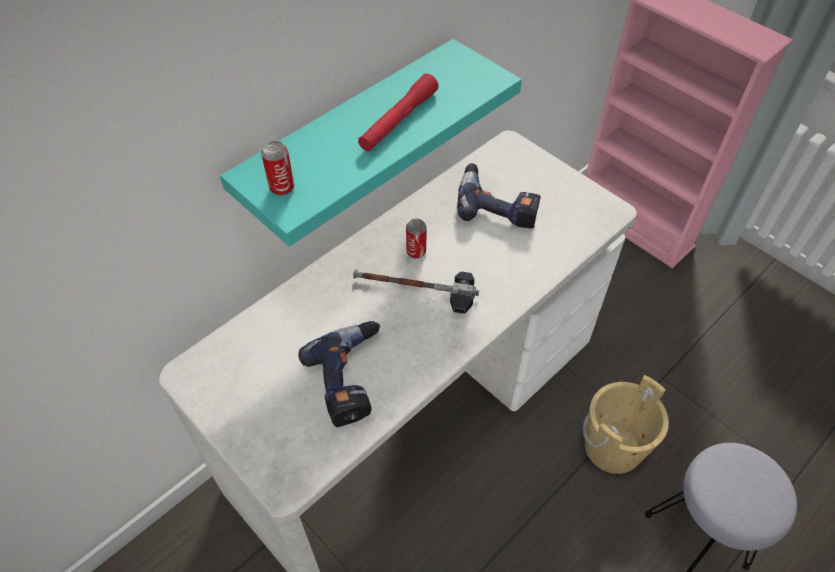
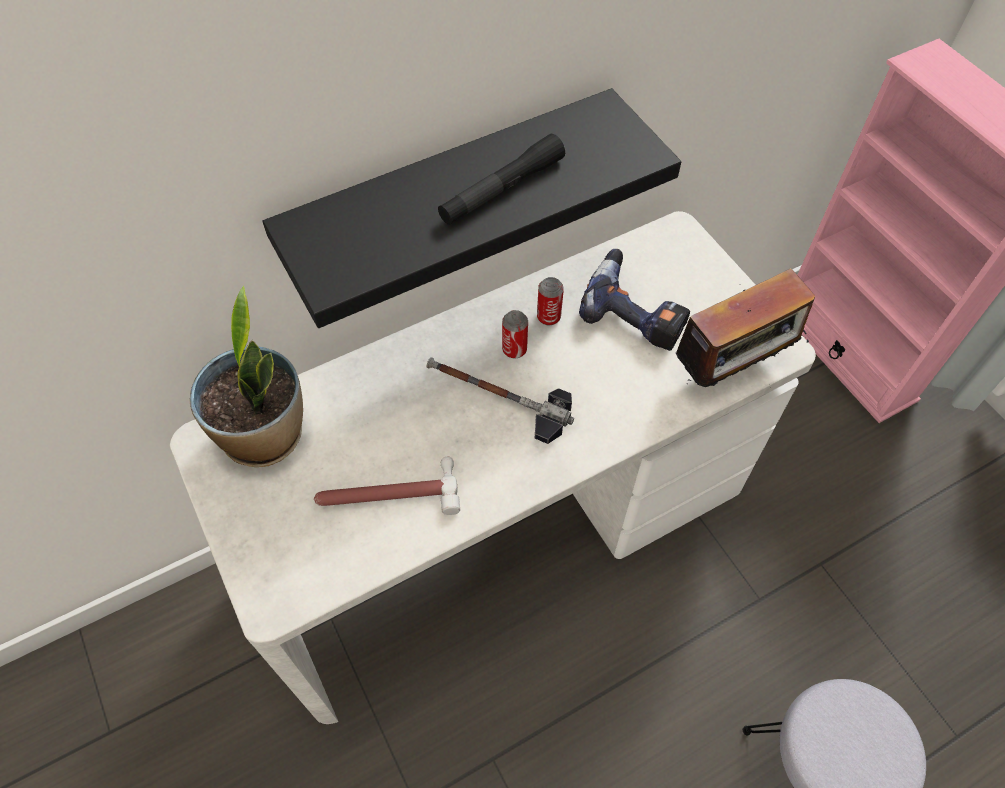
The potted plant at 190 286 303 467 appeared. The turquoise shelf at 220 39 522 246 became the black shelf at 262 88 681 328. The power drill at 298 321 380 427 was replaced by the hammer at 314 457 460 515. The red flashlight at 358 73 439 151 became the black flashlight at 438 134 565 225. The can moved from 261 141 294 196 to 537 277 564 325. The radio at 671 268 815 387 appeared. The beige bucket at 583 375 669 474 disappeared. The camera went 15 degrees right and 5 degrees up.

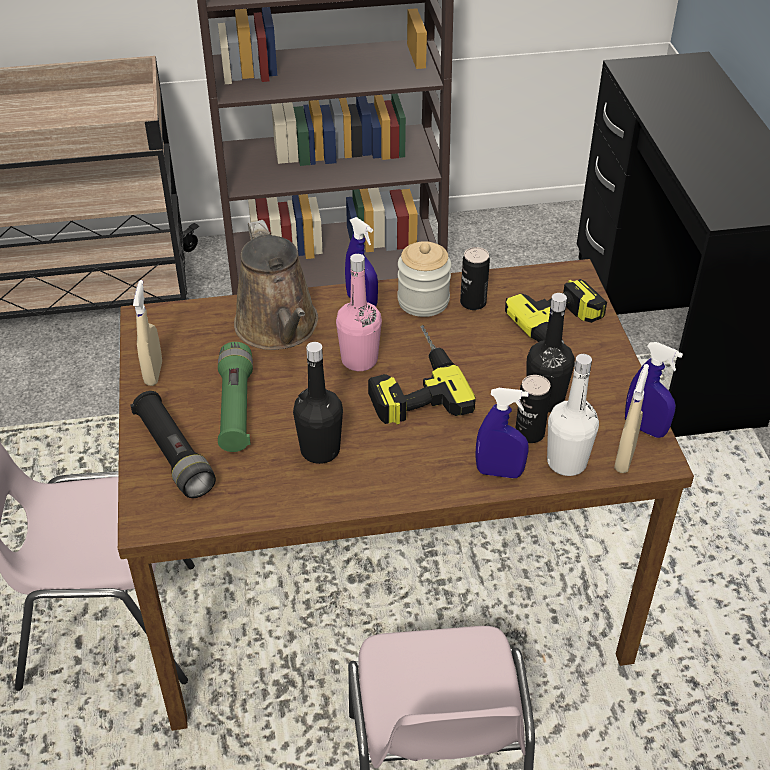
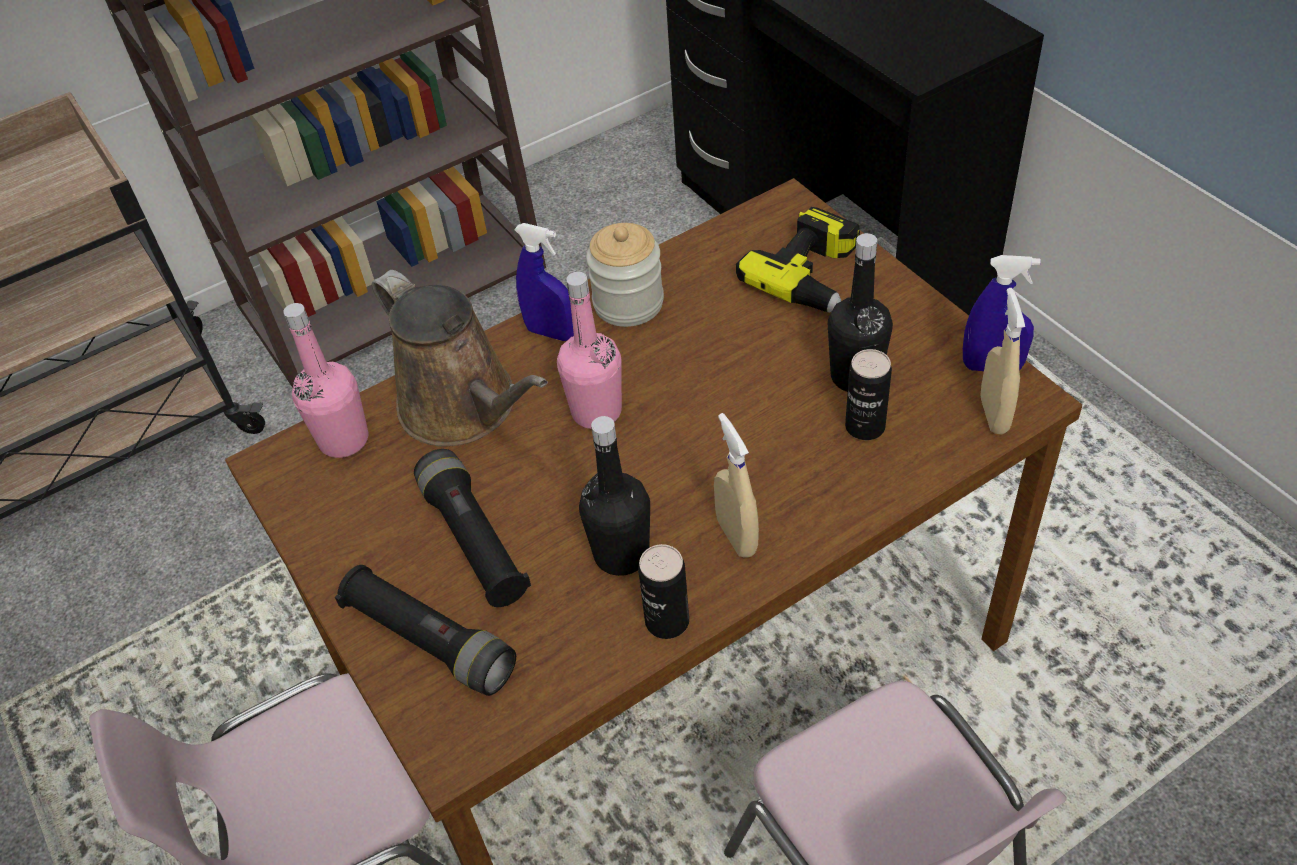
The pink bottle at 283 303 368 458 appeared. The green flashlight at 218 342 253 452 became the black flashlight at 414 449 531 607. The can moved from 460 247 490 310 to 638 544 689 639. The beige spray bottle moved from 133 280 162 386 to 714 413 759 558. The power drill at 368 325 476 425 disappeared. The blue spray bottle at 475 388 529 478 disappeared. The white bottle at 547 354 599 476 disappeared. The camera went 20 degrees left and 5 degrees up.

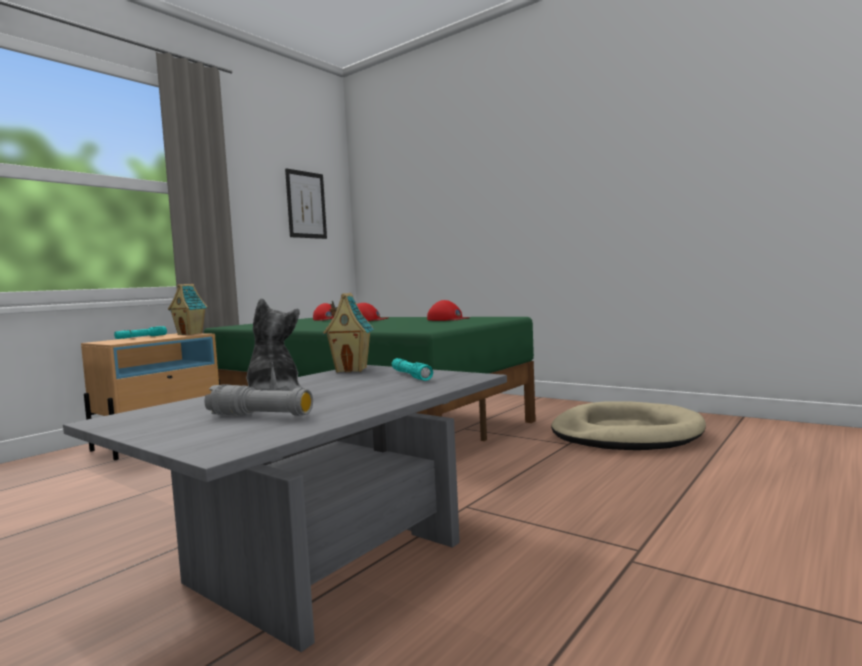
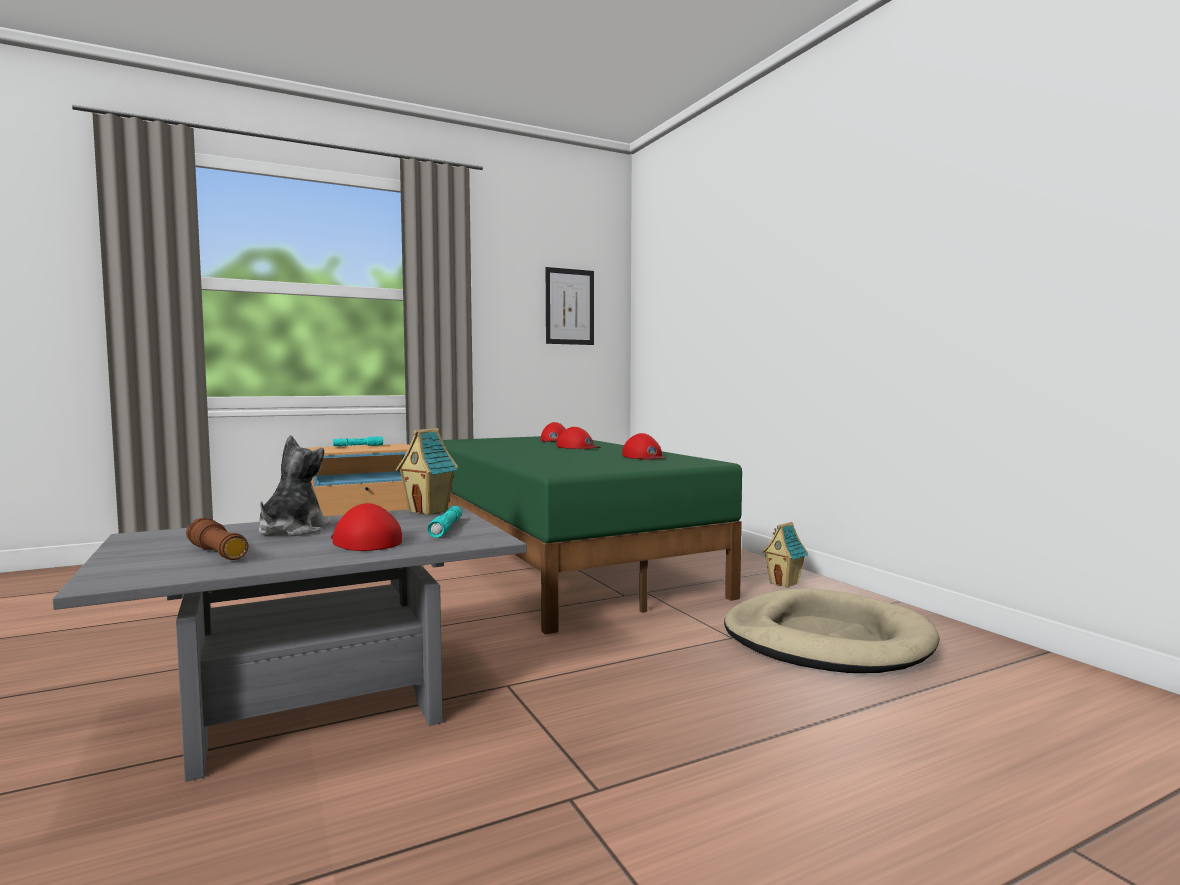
The grey flashlight at 205 384 313 416 became the brown flashlight at 186 518 248 560. The red cap at 331 503 402 551 appeared. The toy house moved from 168 284 207 335 to 762 522 808 588. The camera went 25 degrees right and 0 degrees up.

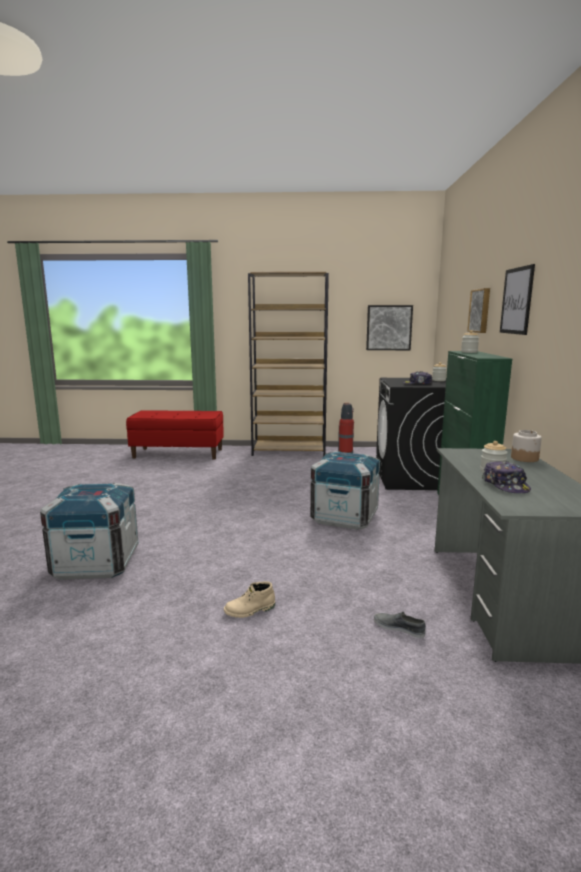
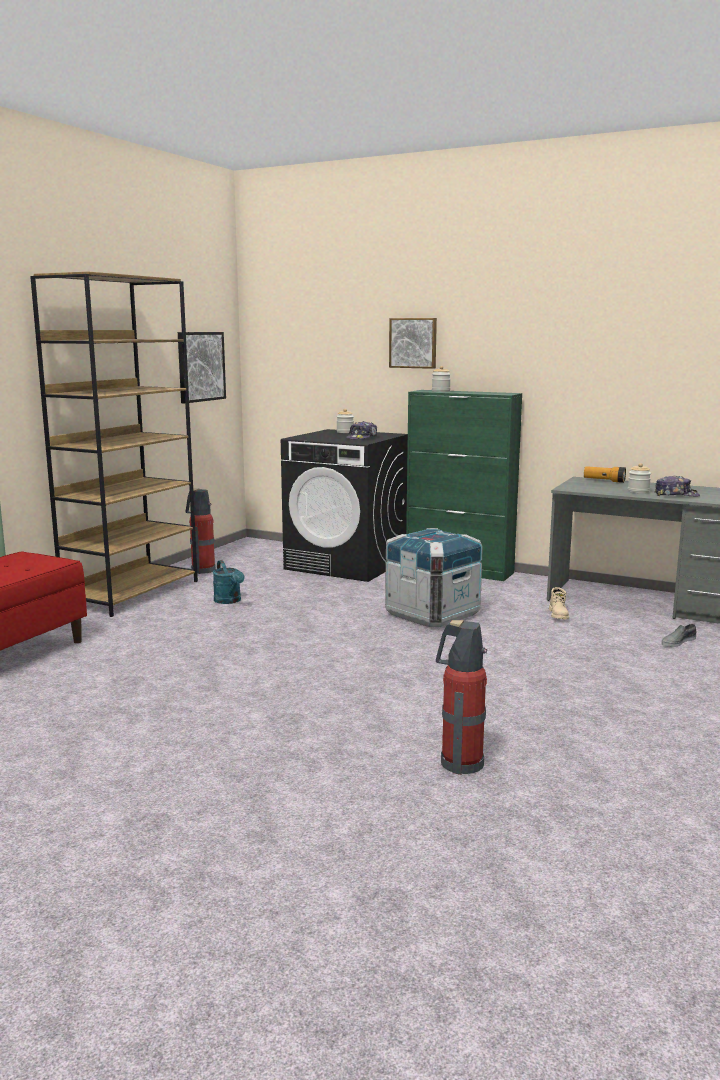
The turquoise watering can at 213 560 245 604 appeared. The crate at 40 483 139 580 was replaced by the fire extinguisher at 436 620 487 775. The beige boot moved from 224 581 275 618 to 549 587 569 620. The jar at 511 430 542 462 was replaced by the flashlight at 584 466 626 483. The picture at 500 264 535 335 disappeared. The camera went 65 degrees left and 0 degrees up.

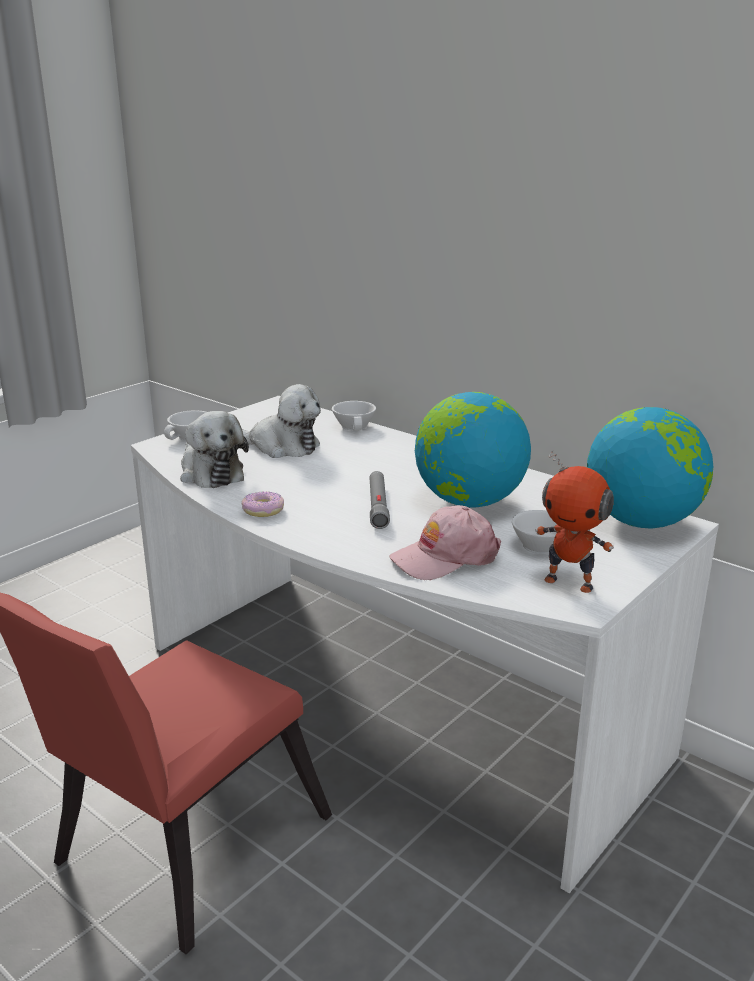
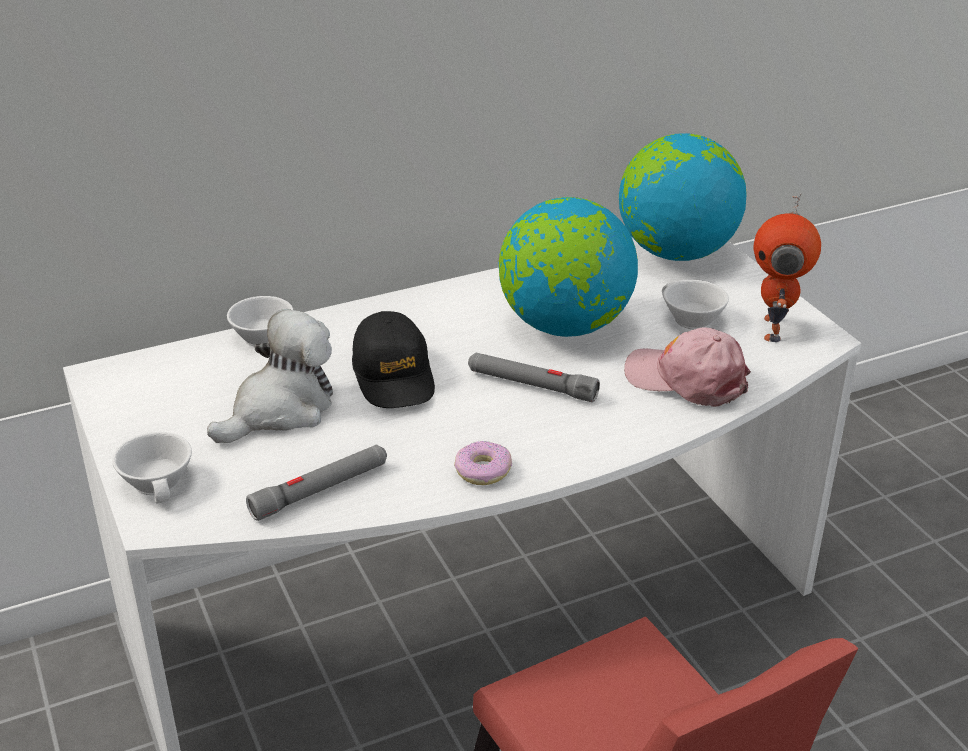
The plush toy at 180 411 249 488 was replaced by the grey flashlight at 246 445 387 521. The black cap at 352 311 435 408 appeared. The pink cap at 390 505 501 580 turned 120 degrees clockwise. The toy robot at 535 450 614 593 turned 135 degrees clockwise. The camera went 65 degrees left and 10 degrees up.

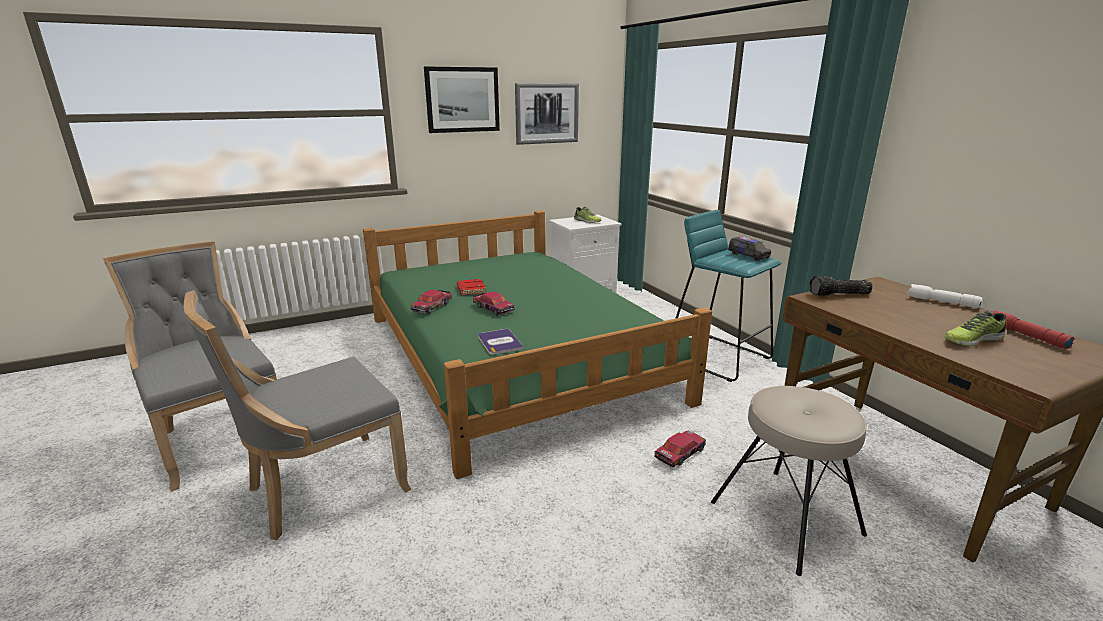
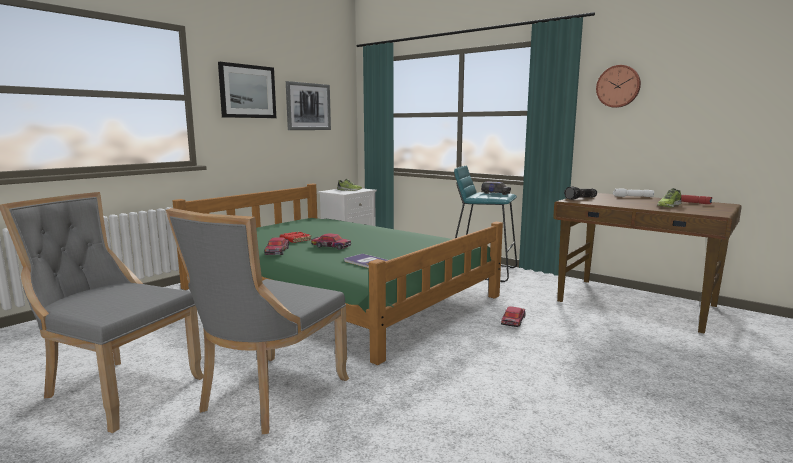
The wall clock at 596 65 641 108 appeared. The beige stool at 711 386 867 576 disappeared. The camera went 25 degrees left and 10 degrees down.

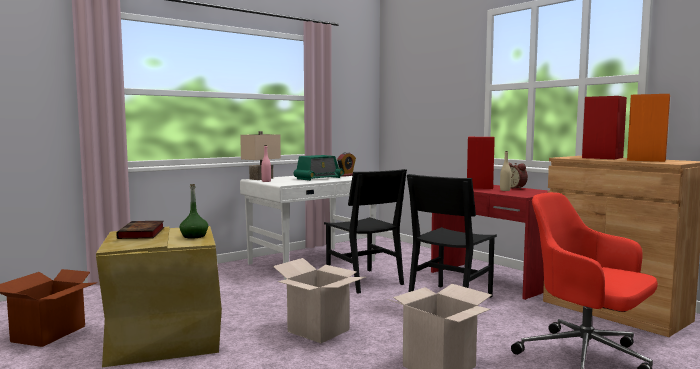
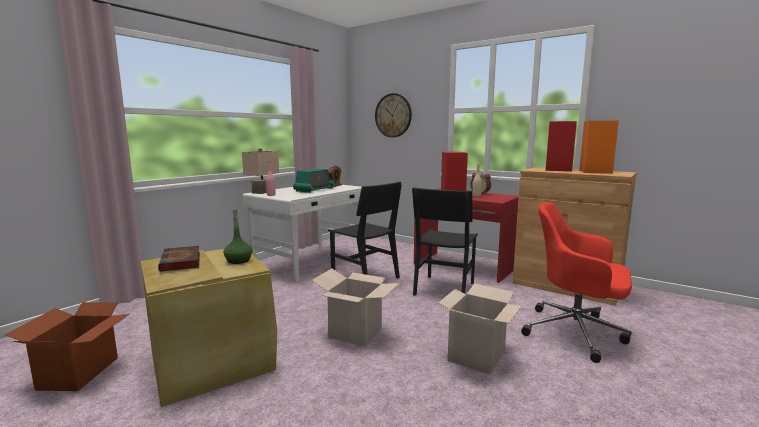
The wall clock at 375 93 412 137 appeared. The camera went 15 degrees left and 5 degrees up.

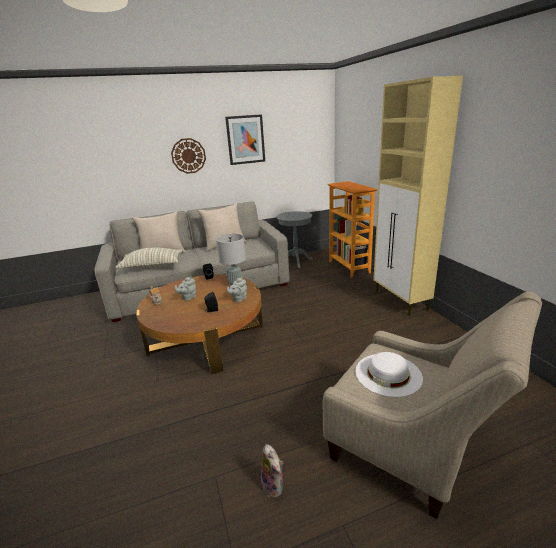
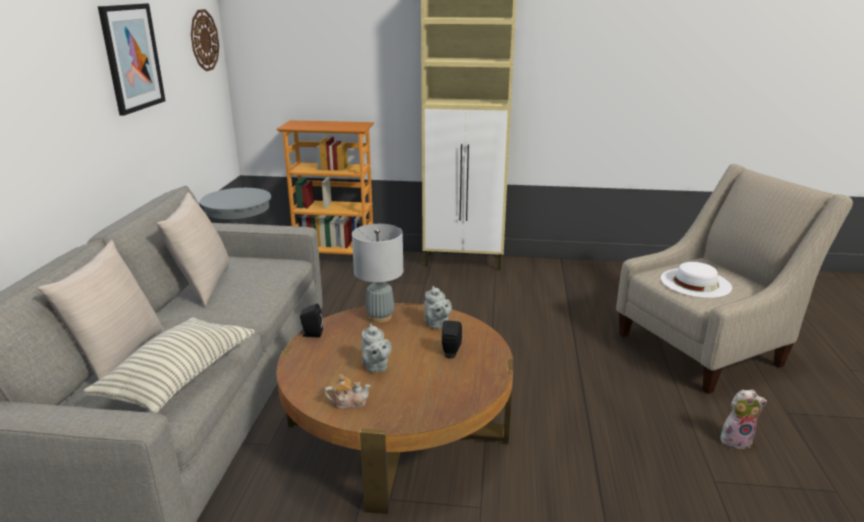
The wall clock moved from 171 138 206 174 to 191 9 219 71. The camera went 65 degrees left and 0 degrees up.

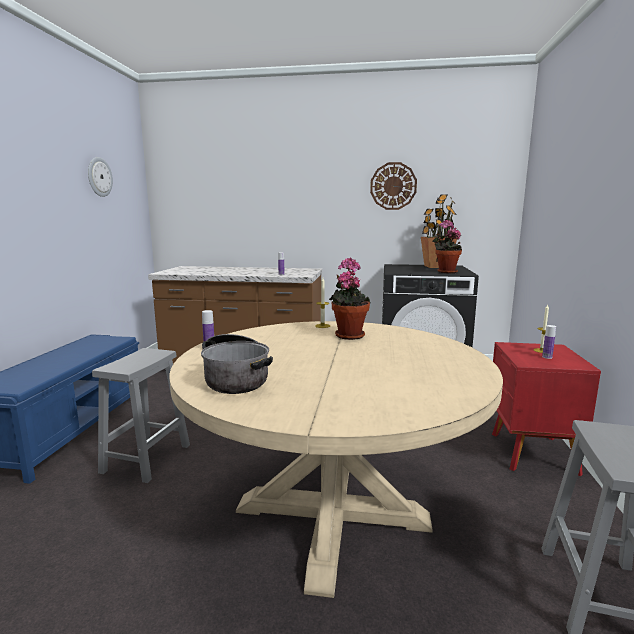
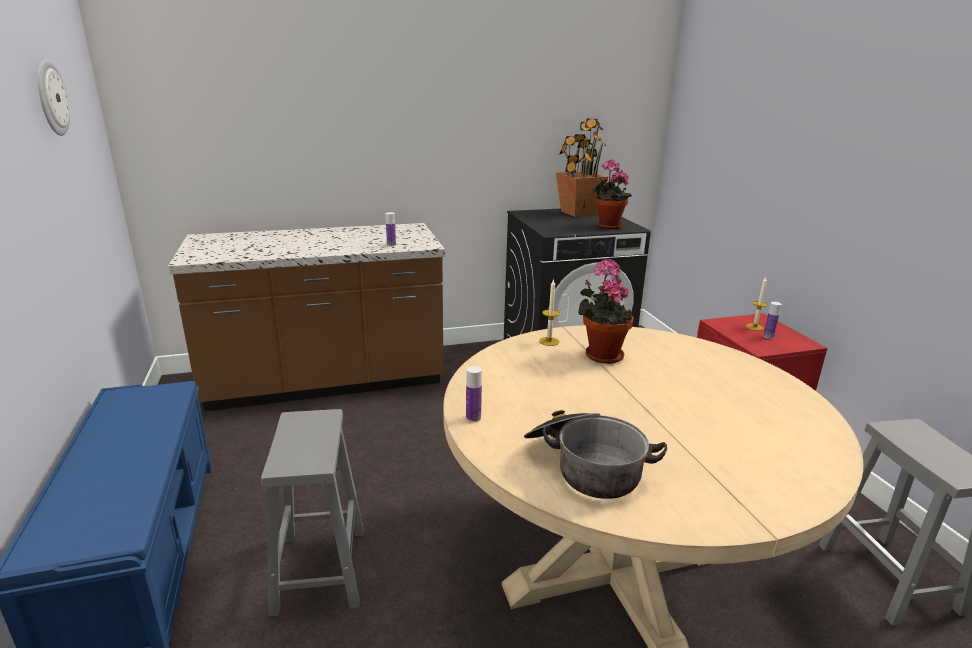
The wall clock at 370 162 417 210 disappeared. The camera went 25 degrees left and 10 degrees up.

